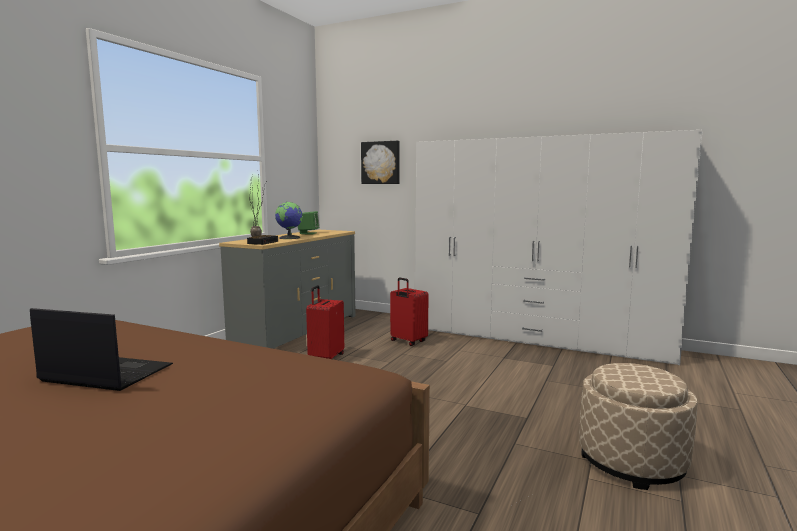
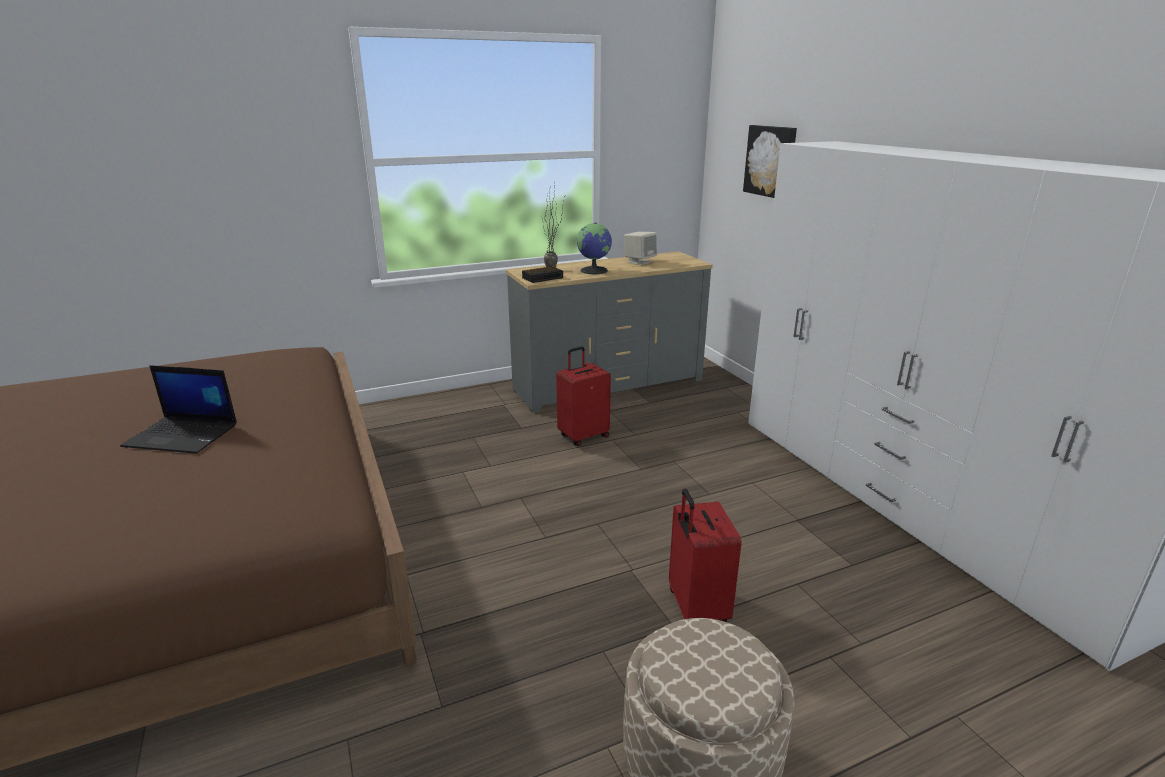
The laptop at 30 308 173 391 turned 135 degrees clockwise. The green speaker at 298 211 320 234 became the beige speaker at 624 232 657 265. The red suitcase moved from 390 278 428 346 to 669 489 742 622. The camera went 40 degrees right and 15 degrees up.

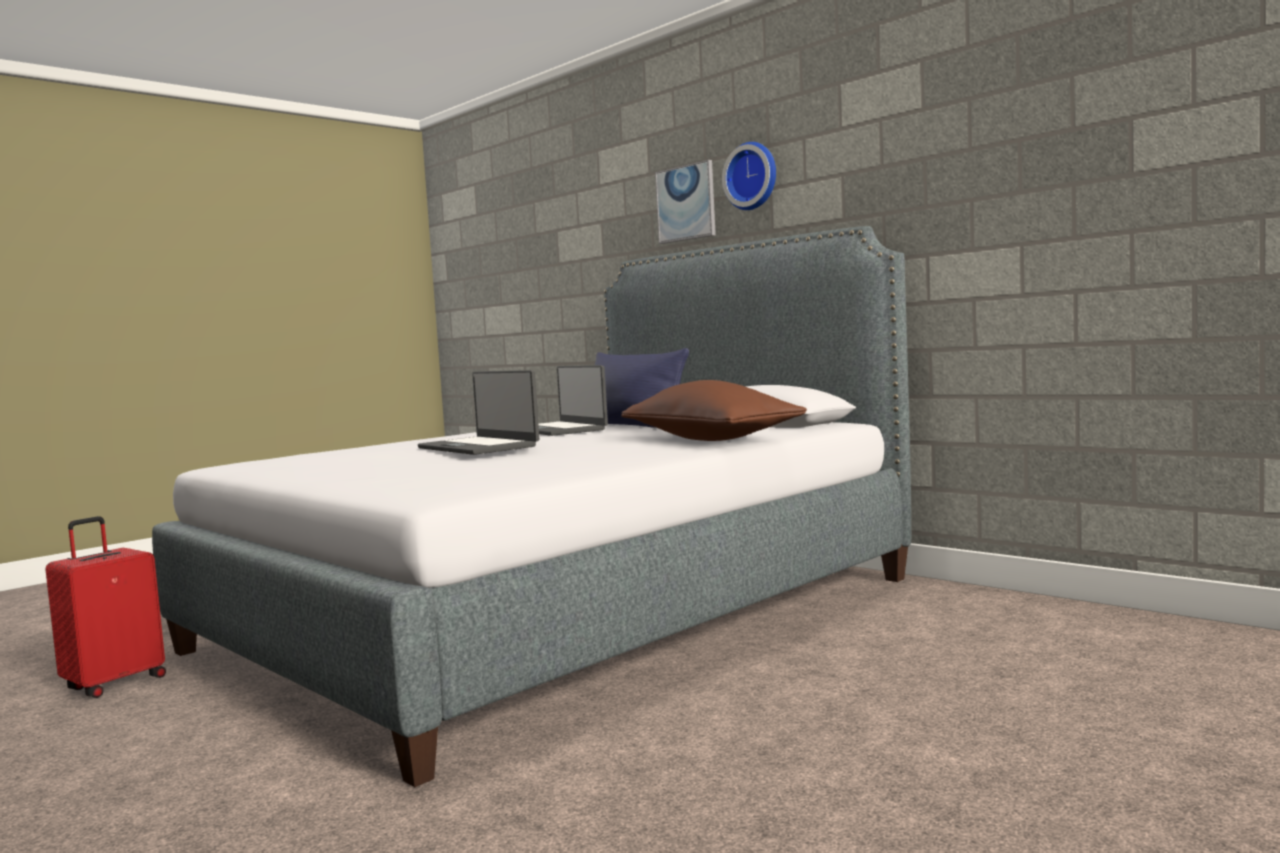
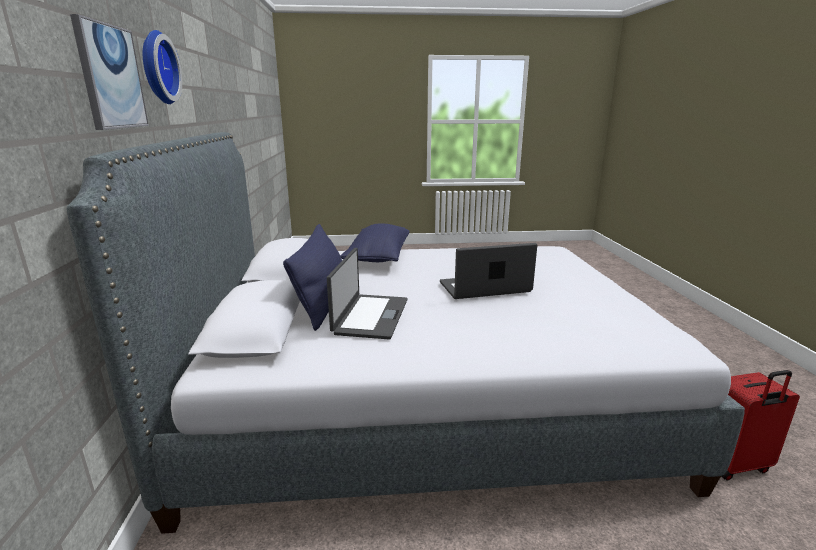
The brown pillow at 621 380 807 441 became the blue pillow at 340 223 409 262. The laptop at 418 370 540 455 turned 105 degrees counterclockwise. The camera went 140 degrees left and 15 degrees up.

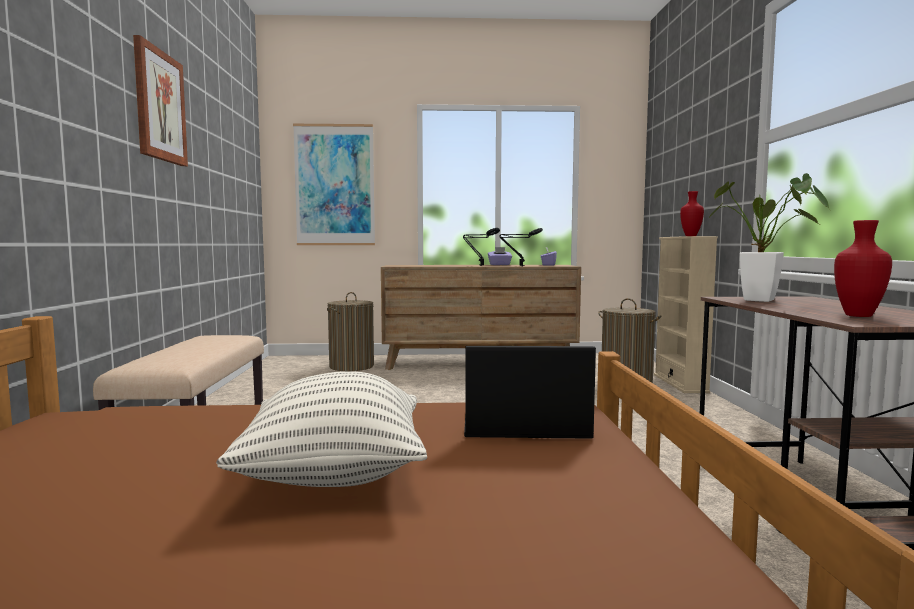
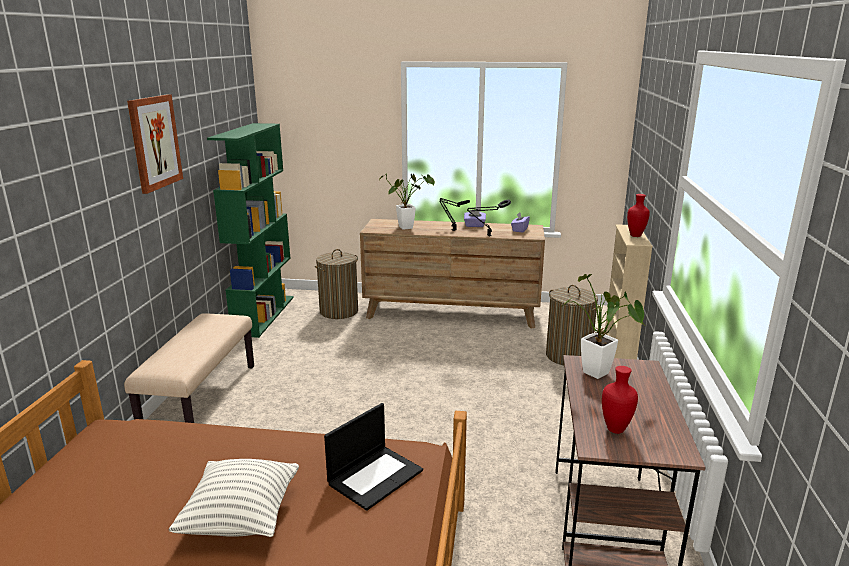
The green bookcase at 207 123 294 338 appeared. The laptop at 464 346 596 439 turned 120 degrees clockwise. The potted plant at 379 173 435 230 appeared. The picture at 293 124 375 245 disappeared. The camera went 10 degrees right and 15 degrees up.

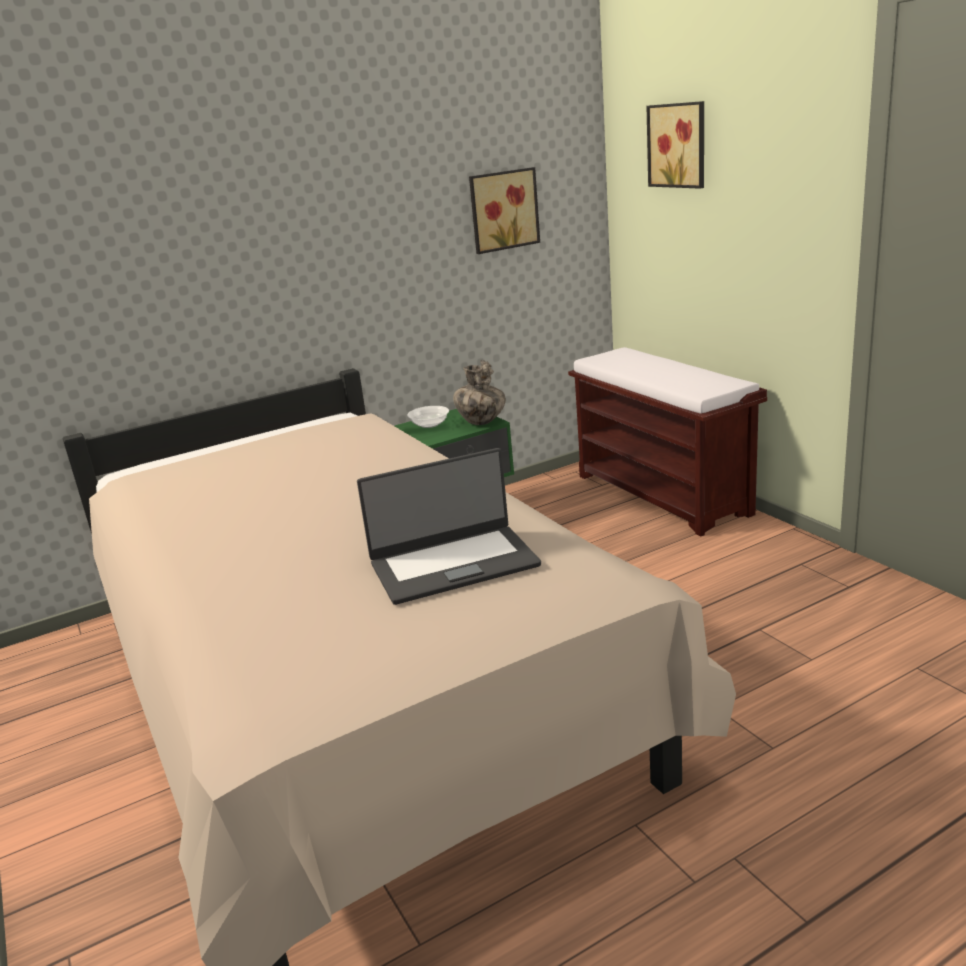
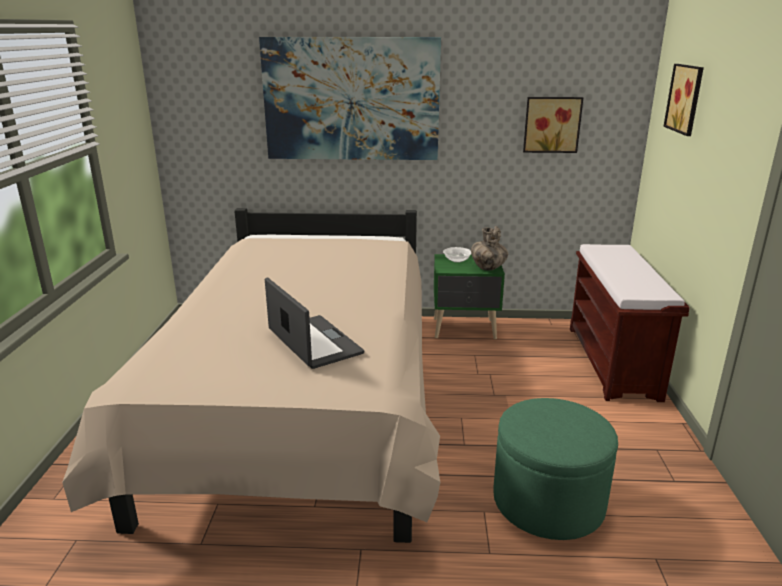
The picture at 259 37 441 160 appeared. The laptop at 357 448 541 605 turned 135 degrees counterclockwise. The green ottoman at 493 398 618 540 appeared. The camera went 30 degrees right and 0 degrees up.

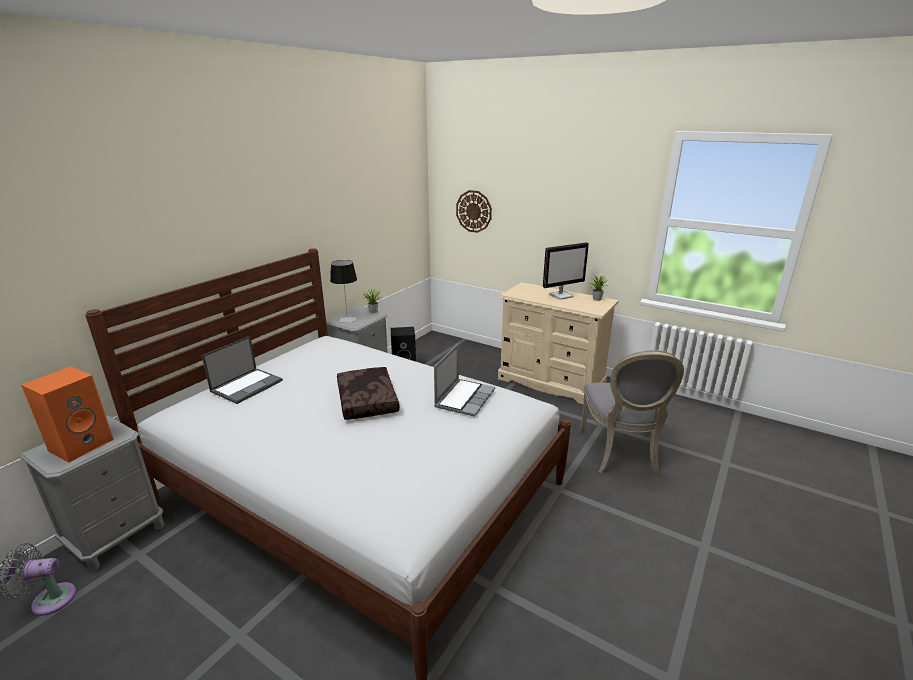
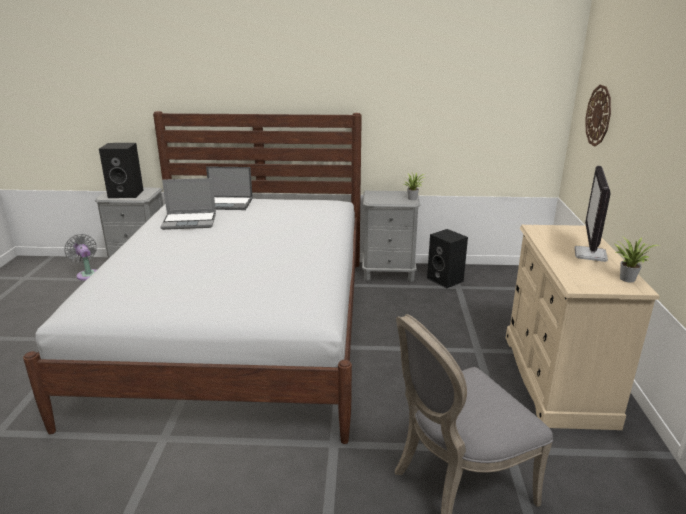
The orange speaker at 21 366 114 463 became the black speaker at 99 143 143 198. The laptop moved from 434 343 495 417 to 161 178 216 230. The monitor at 543 242 589 300 turned 75 degrees clockwise. The table lamp at 330 260 357 323 disappeared. The brown pillow at 337 367 400 420 disappeared. The camera went 60 degrees right and 0 degrees up.

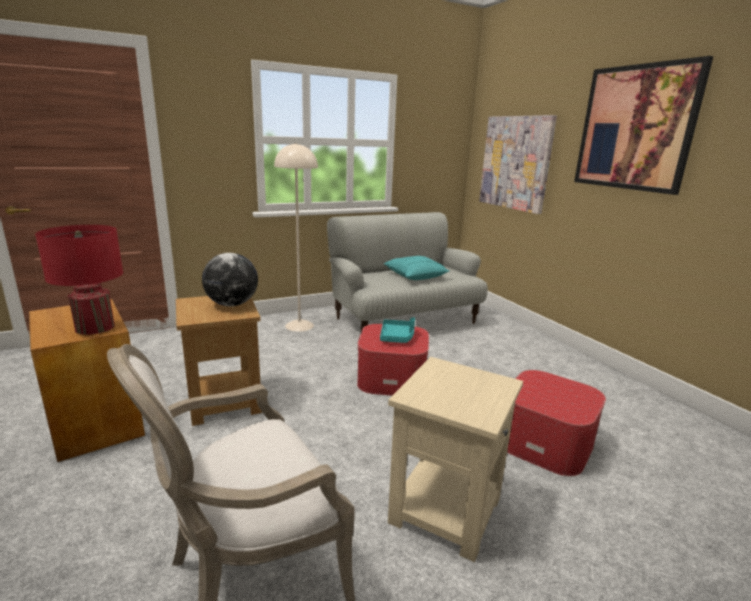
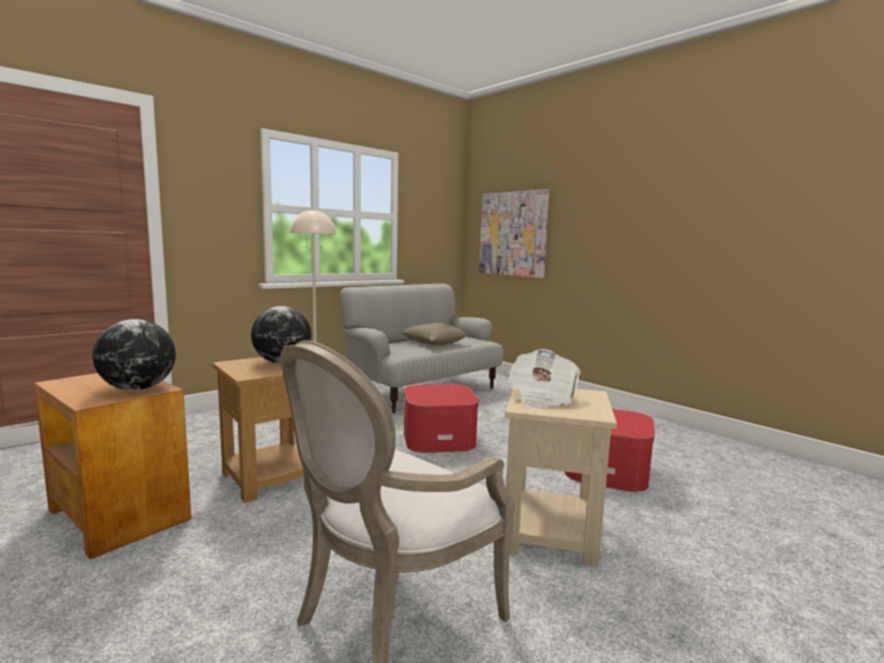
The red table lamp at 35 225 123 335 was replaced by the globe at 93 319 176 390. The turquoise pillow at 384 256 450 280 became the beige pillow at 401 323 468 345. The newspaper at 508 349 580 409 appeared. The turquoise tray at 380 317 415 343 disappeared. The picture at 574 56 713 195 disappeared. The camera went 15 degrees left and 10 degrees down.

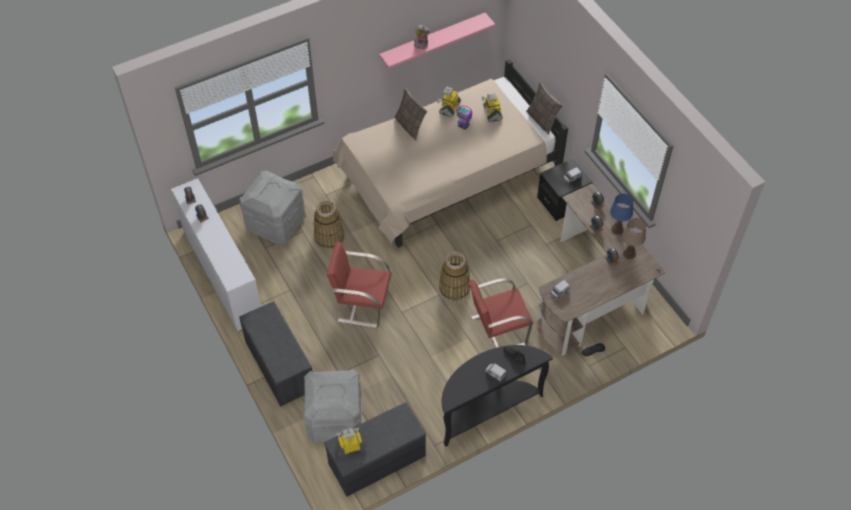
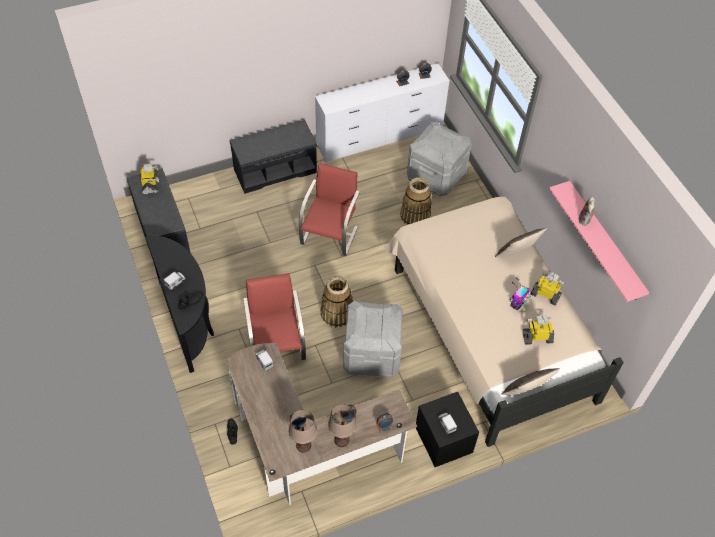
The blue table lamp at 610 194 634 235 became the brown table lamp at 328 404 357 447. The grey storage box moved from 303 369 362 443 to 343 301 403 377. The camera went 95 degrees right and 0 degrees up.

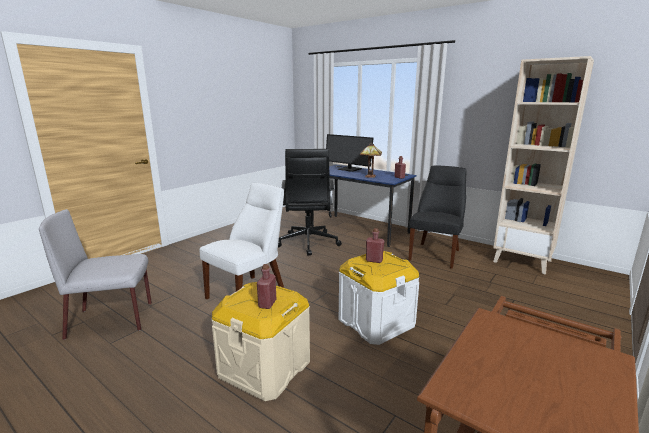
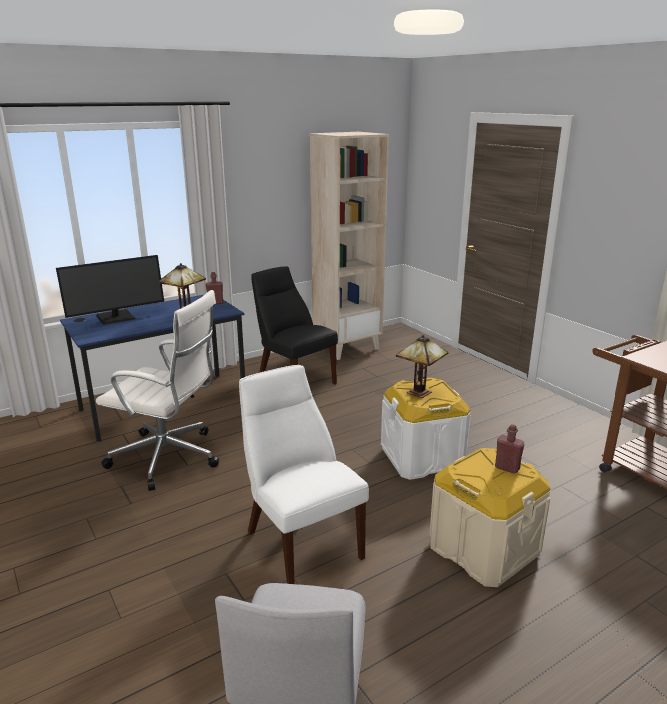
The black office chair at 278 149 342 256 became the white office chair at 96 290 219 491. The red bottle at 366 228 385 263 was replaced by the table lamp at 396 335 449 398. The camera went 70 degrees left and 5 degrees up.

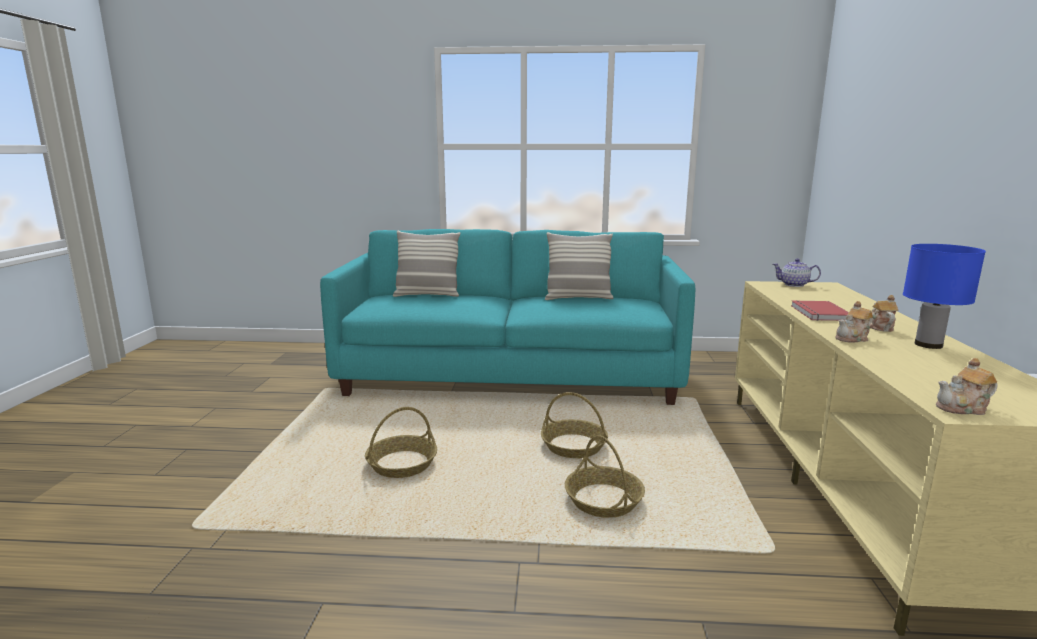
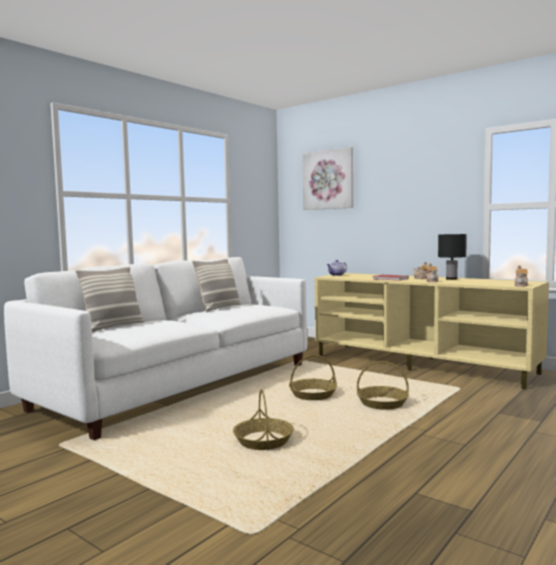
The turquoise sofa at 320 229 695 405 became the white sofa at 4 257 307 440. The picture at 302 147 353 210 appeared. The blue table lamp at 903 244 986 349 became the black table lamp at 438 234 467 280. The camera went 55 degrees left and 10 degrees down.

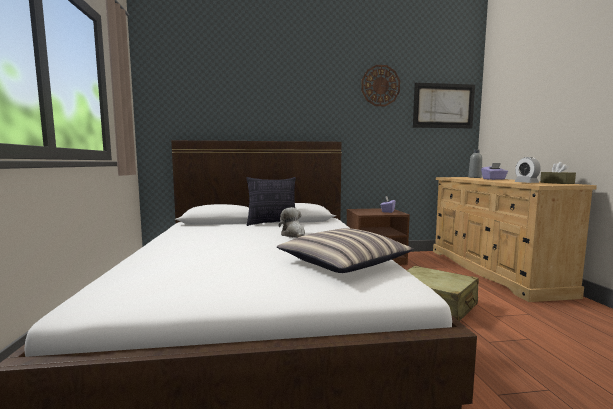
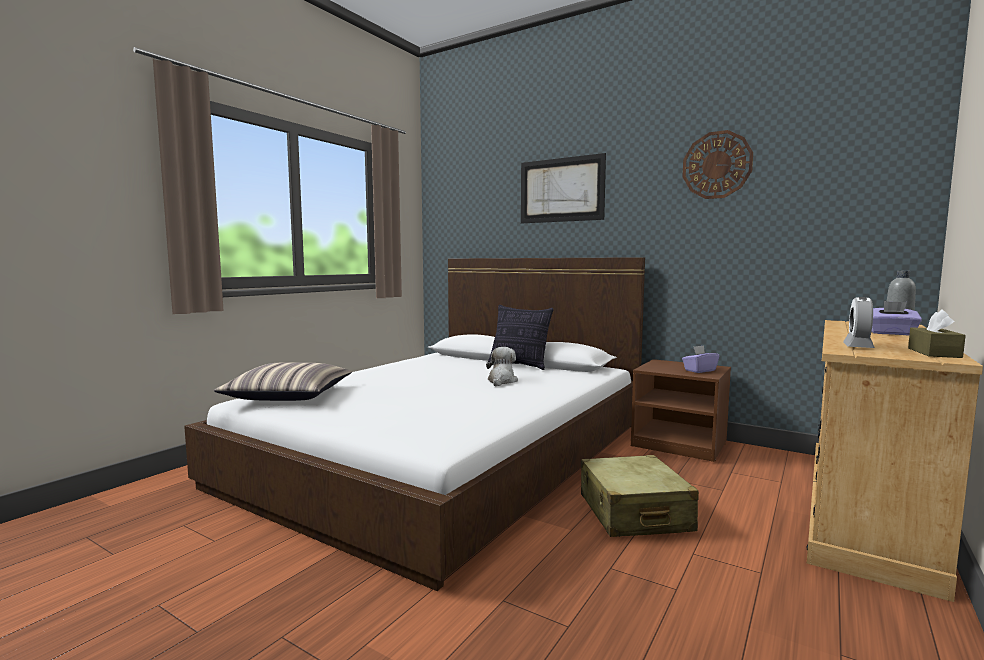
The pillow moved from 277 228 413 273 to 214 363 352 401. The picture moved from 413 83 475 128 to 521 153 606 224. The camera went 40 degrees right and 0 degrees up.

